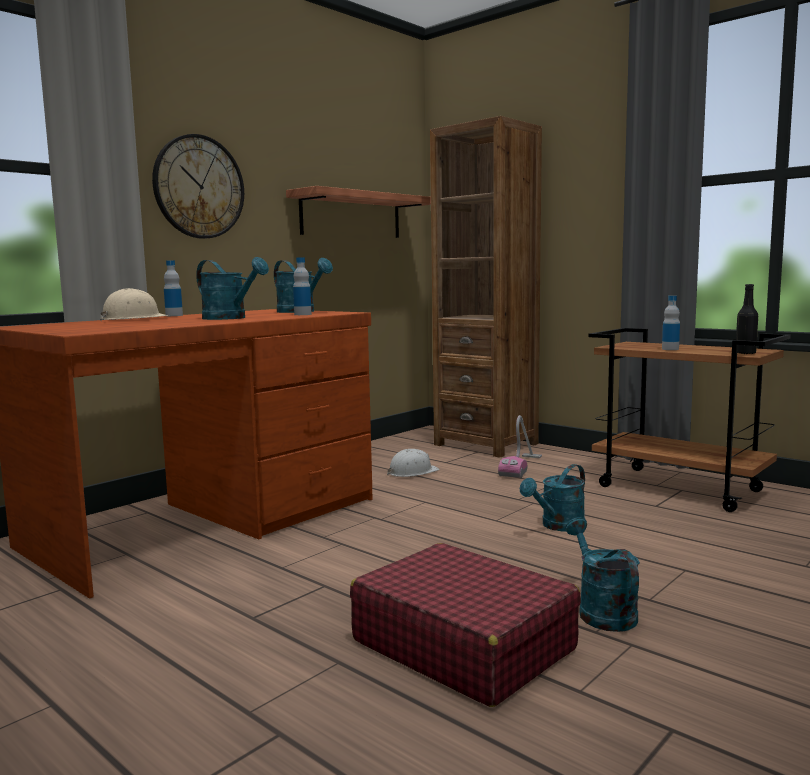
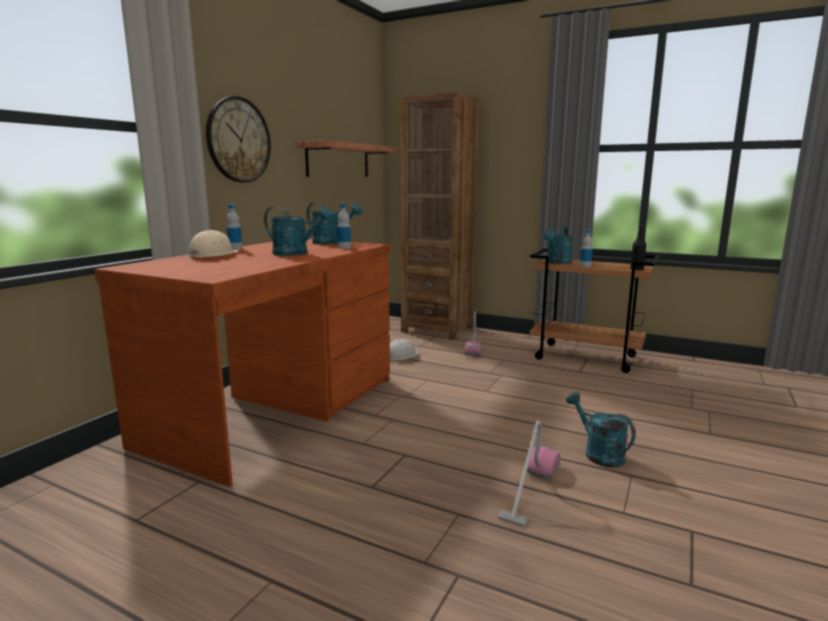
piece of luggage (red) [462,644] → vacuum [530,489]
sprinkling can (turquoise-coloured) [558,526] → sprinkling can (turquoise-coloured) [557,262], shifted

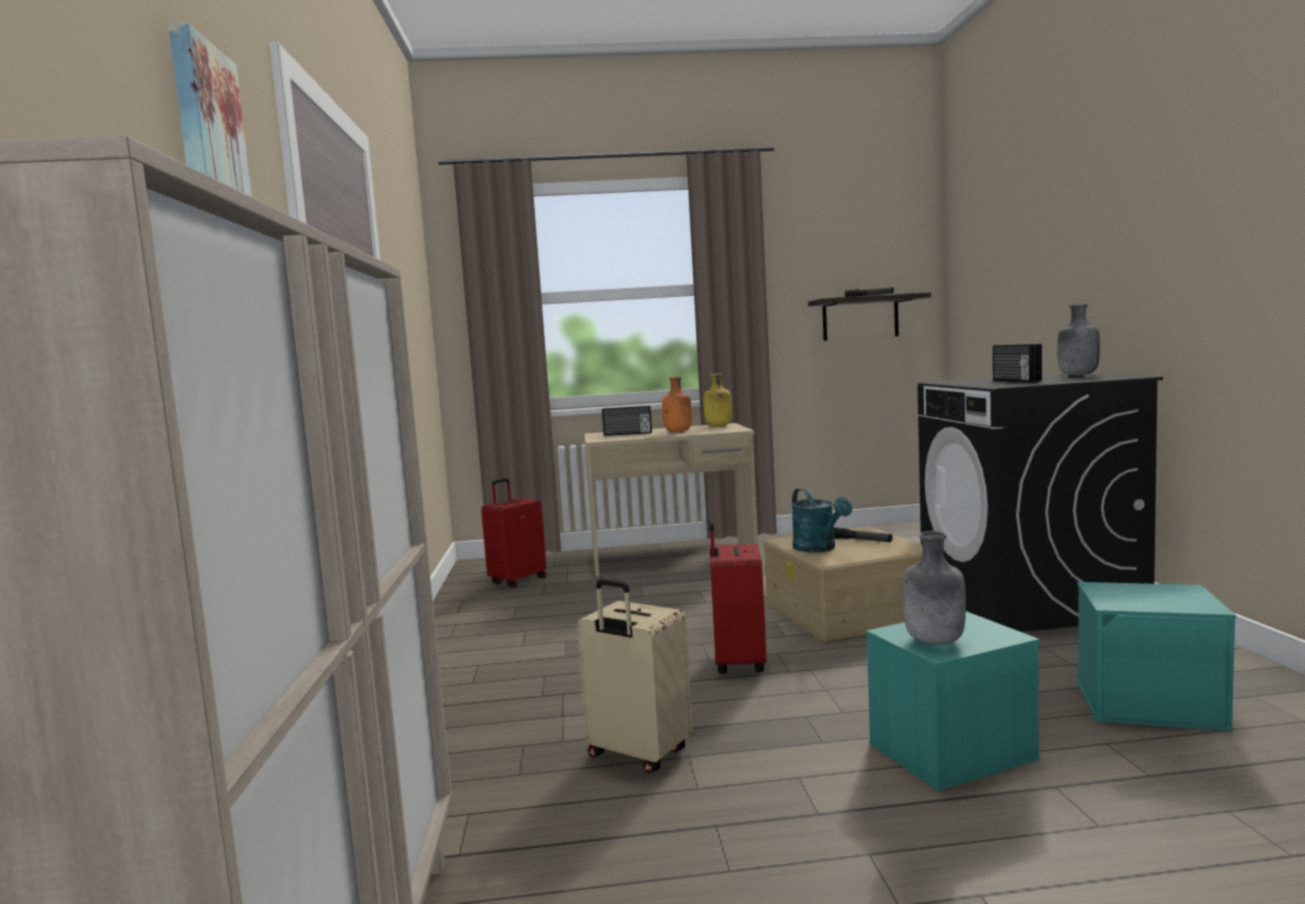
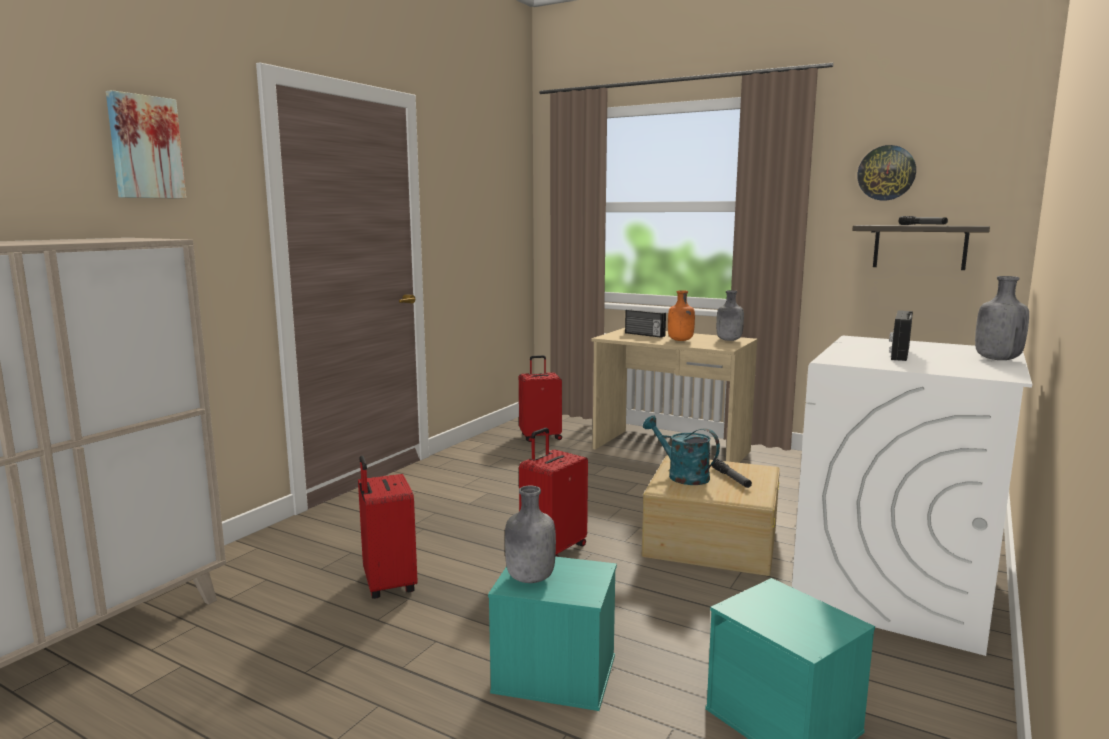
piece of luggage (sand-coloured) [637,755] → piece of luggage (red) [387,584]
sprinkling can (turquoise-coloured) [819,549] → sprinkling can (turquoise-coloured) [681,475], 120 degrees clockwise
drink bottle (yellow-coloured) [718,426] → drink bottle (greyish) [728,340]
laundry machine (black) [1028,600] → laundry machine (white) [892,589]
- → wall clock [886,173]

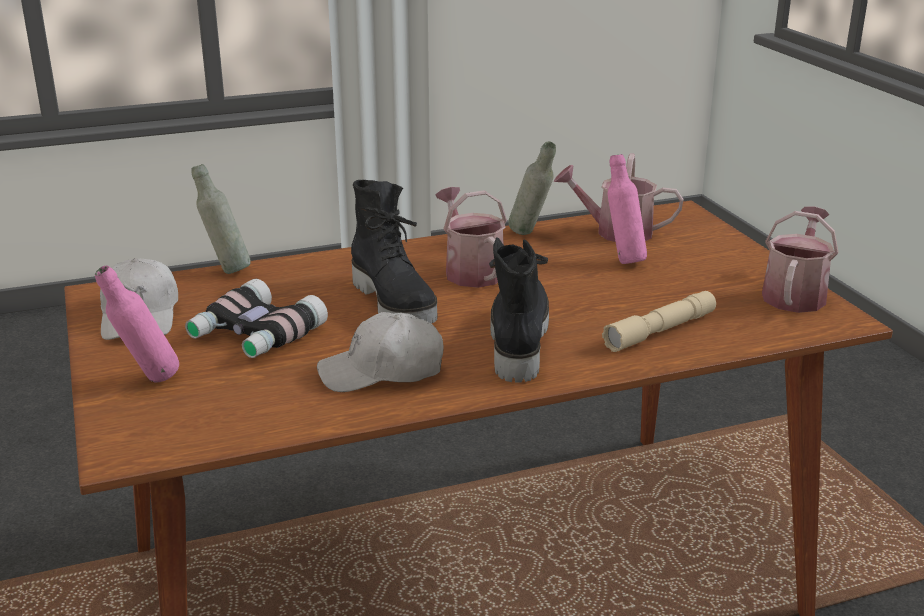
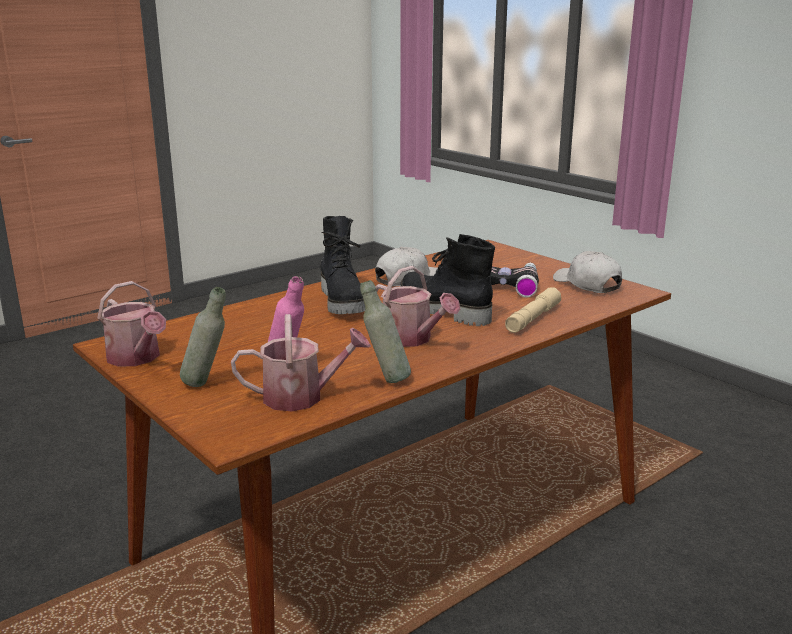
sprinkling can [795,294] → sprinkling can [136,358], 45 degrees counterclockwise
drink bottle (greyish) [226,270] → drink bottle (greyish) [207,385], shifted
flashlight (sand-coloured) [660,331] → flashlight (sand-coloured) [533,318], shifted
drink bottle (pink) [147,382] → -

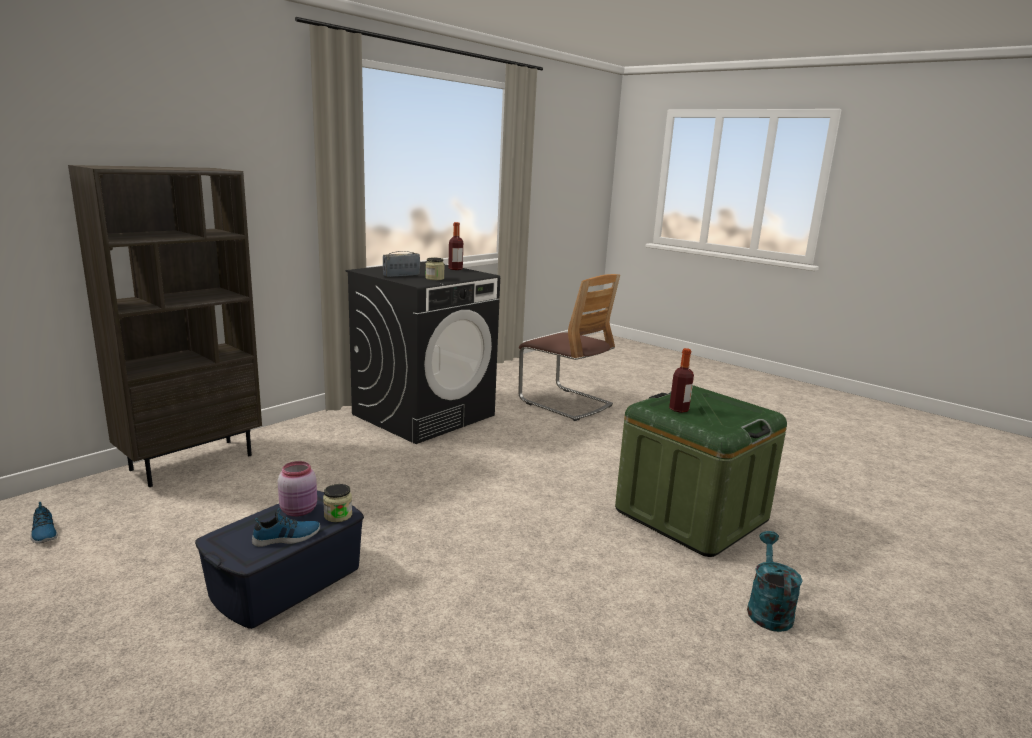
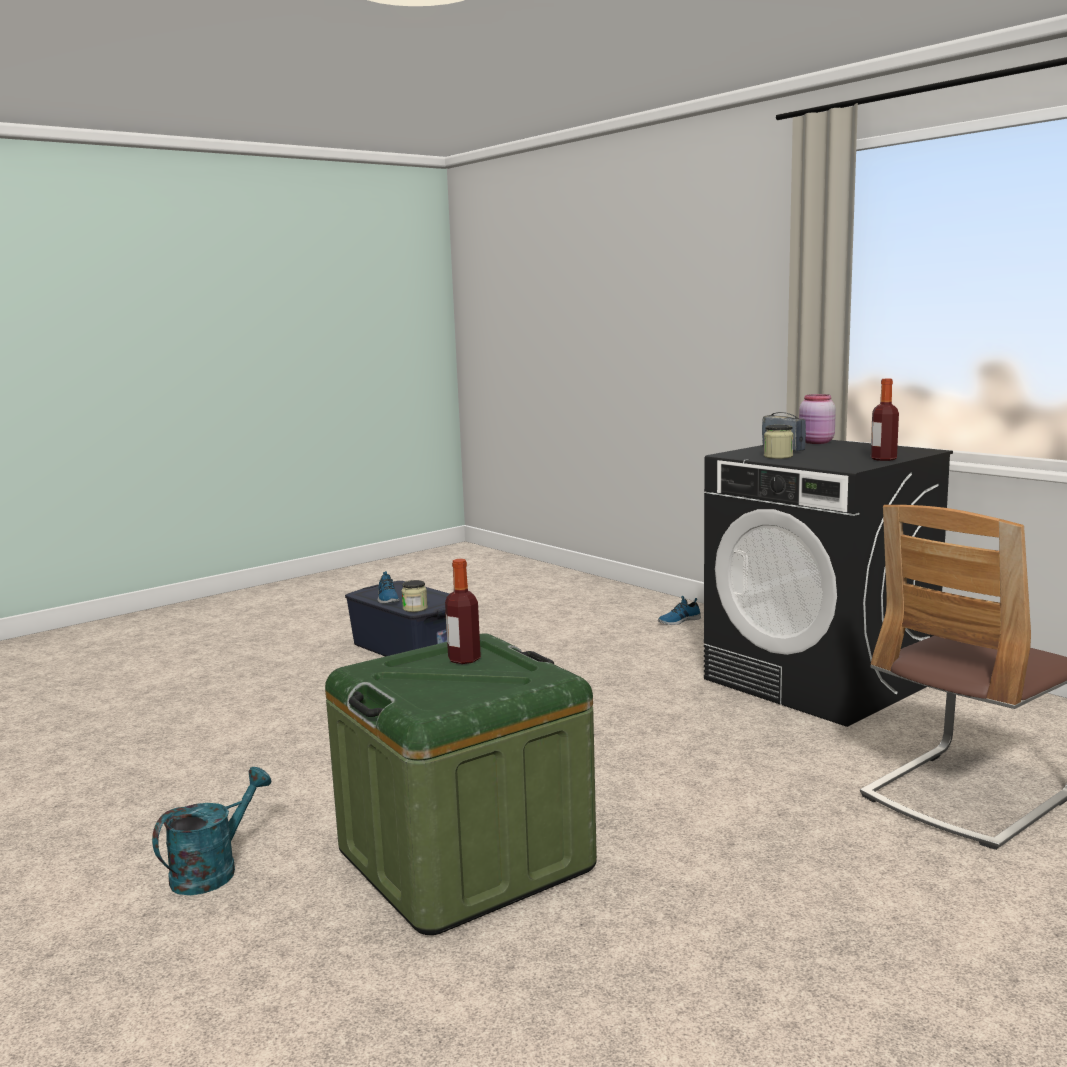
sprinkling can (turquoise-coloured) [768,609] → sprinkling can (turquoise-coloured) [213,870], 75 degrees counterclockwise
item of footwear [43,533] → item of footwear [678,621], shifted
jar (pink) [300,510] → jar (pink) [816,442], shifted
bookshelf (brownish) [192,461] → -

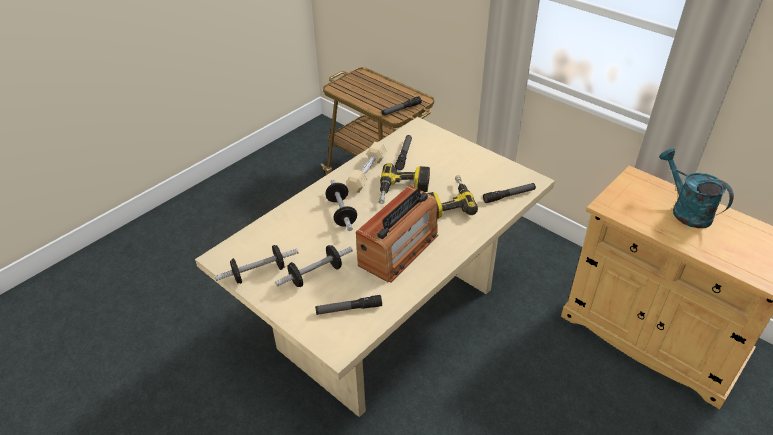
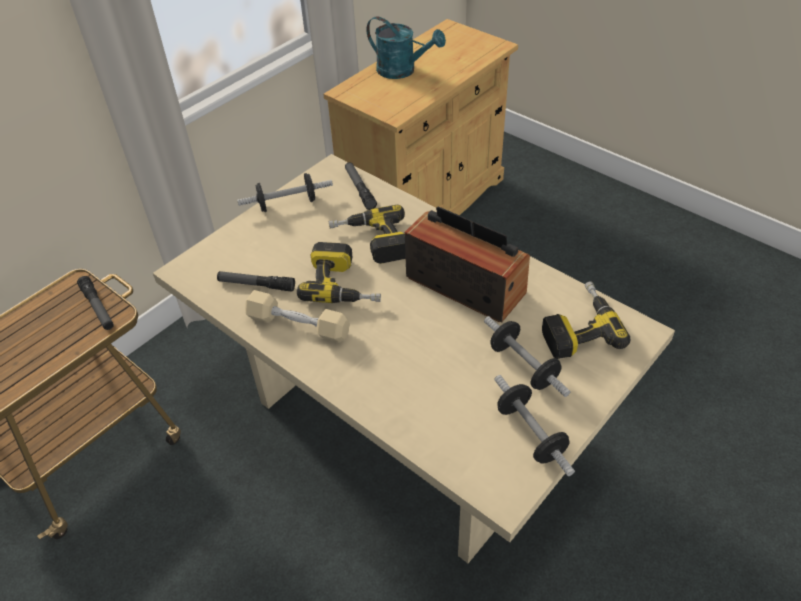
dumbbell [341,213] → dumbbell [287,204], shifted
sprinkling can (turquoise-coloured) [685,210] → sprinkling can (turquoise-coloured) [402,71], 120 degrees counterclockwise
flashlight [349,309] → electric drill [577,327]

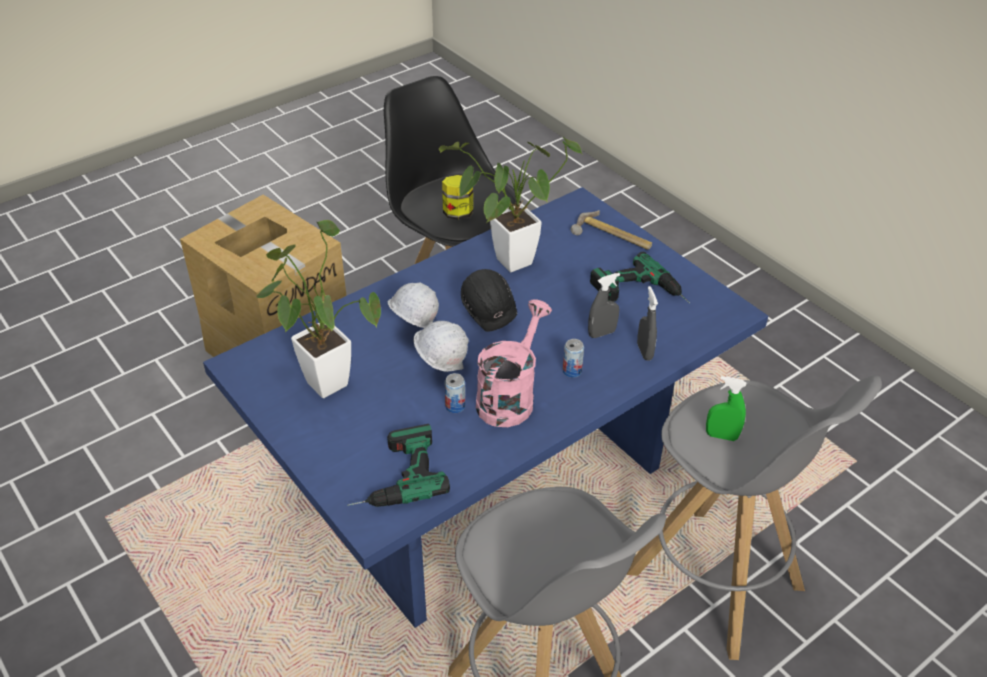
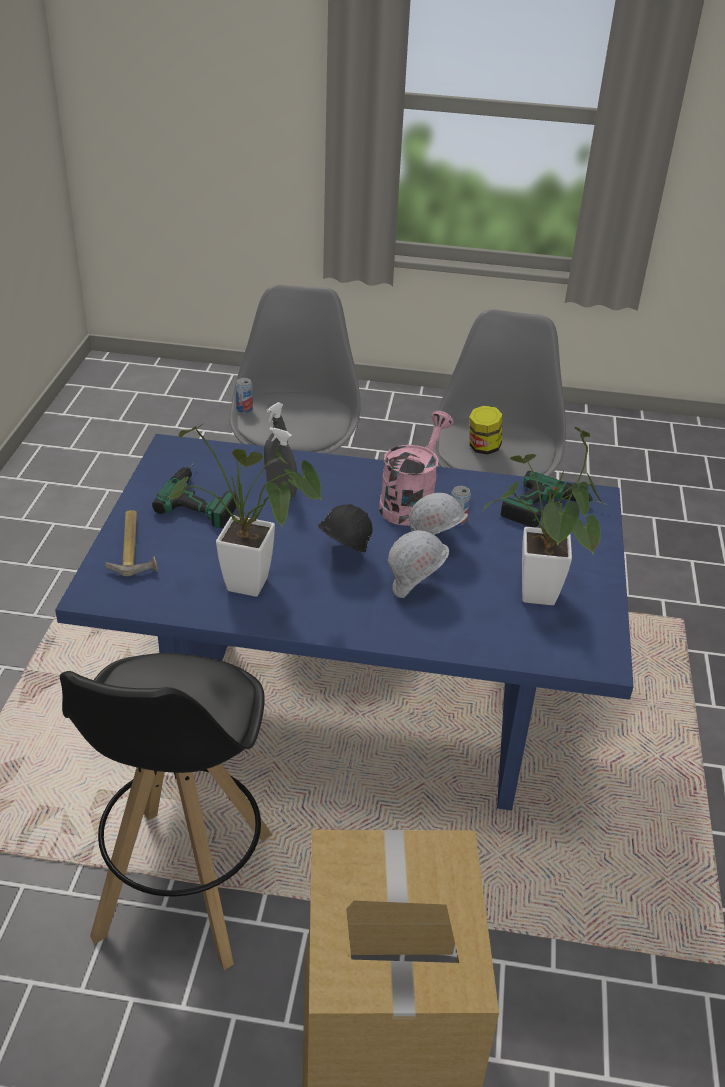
metal can [572,371] → metal can [244,409], shifted
sprinkling can (pink) [509,396] → sprinkling can (pink) [411,502], 135 degrees clockwise
jar [458,213] → jar [483,448], shifted
spray bottle (green) [721,436] → -

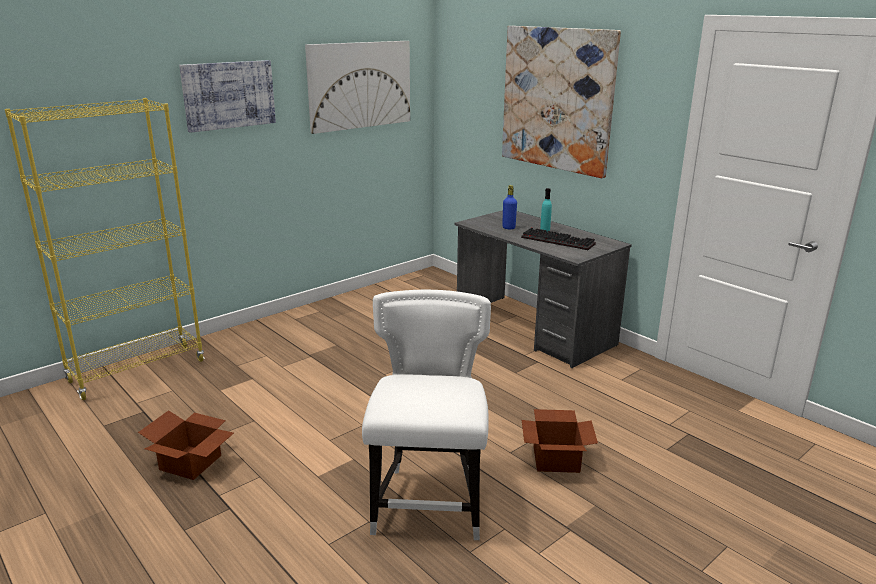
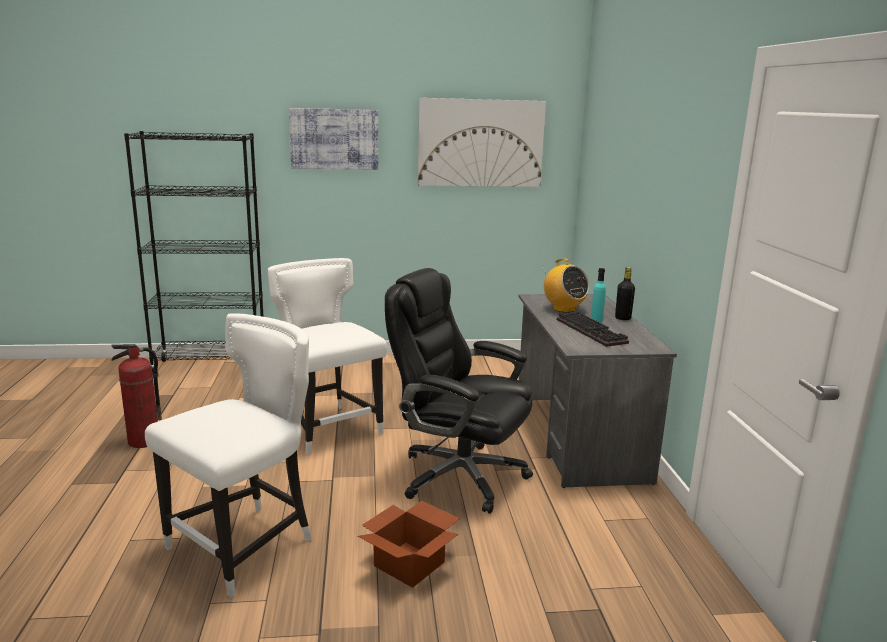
cardboard box [191,463] → fire-fighting cylinder [144,441]
bookshelf (yellow-coloured) [137,371] → bookshelf (black) [211,367]
- → upright chair (white) [329,427]
- → desk chair (black) [459,475]
drink bottle (bluish) [508,228] → radio set [563,309]
- → drink bottle (black) [622,318]
wall art [557,99] → -

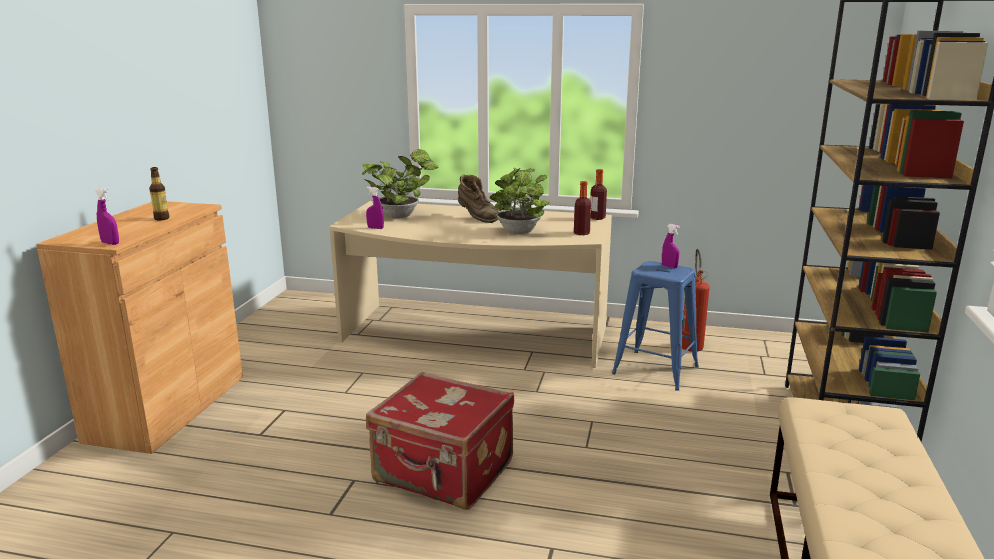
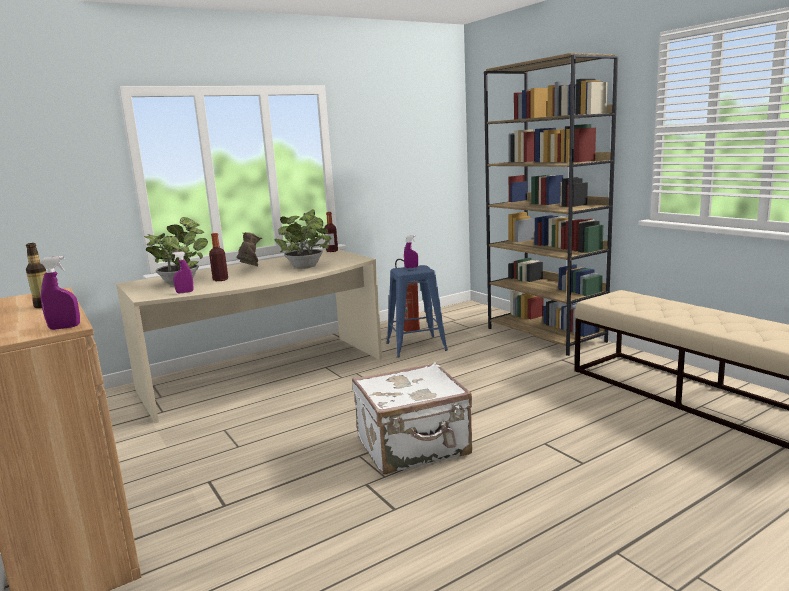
drink bottle [581,233] → drink bottle [220,280], shifted
high-top boot (brownish) [477,218] → high-top boot (brownish) [250,269], 90 degrees counterclockwise
piece of luggage (red) [443,473] → piece of luggage (white) [414,447]

